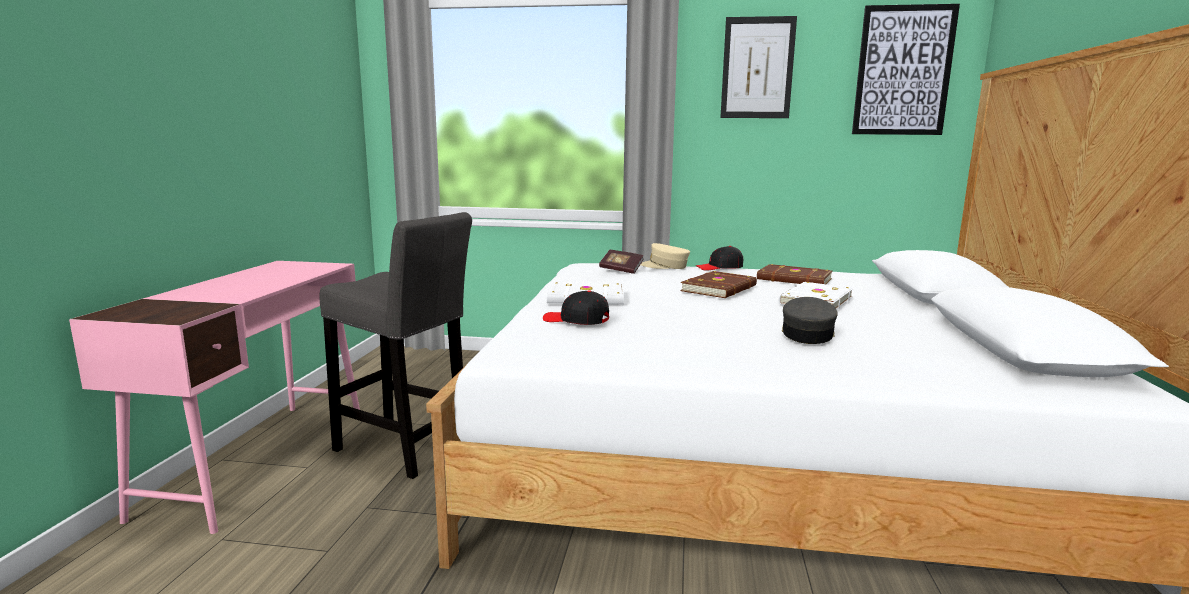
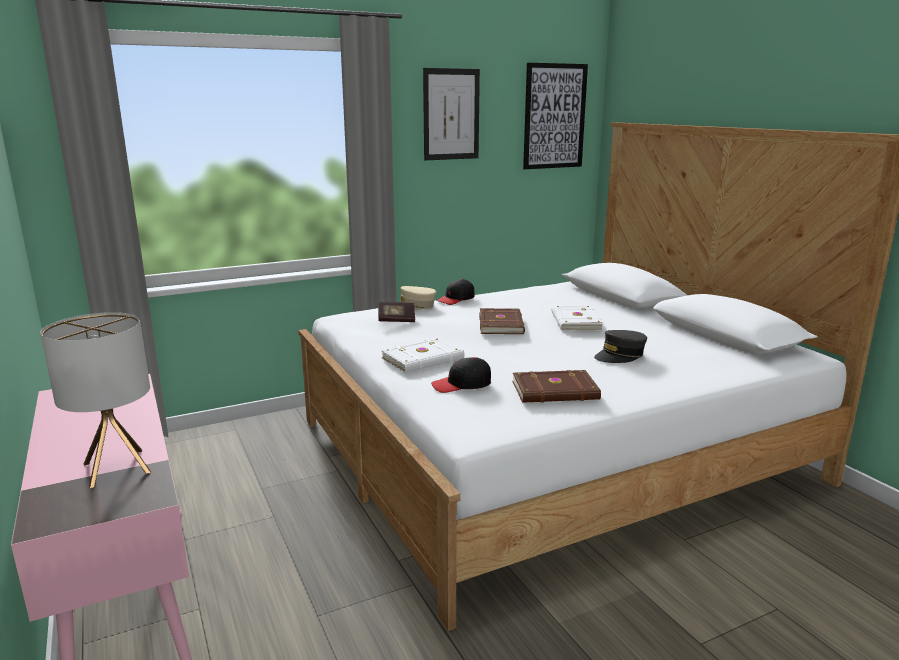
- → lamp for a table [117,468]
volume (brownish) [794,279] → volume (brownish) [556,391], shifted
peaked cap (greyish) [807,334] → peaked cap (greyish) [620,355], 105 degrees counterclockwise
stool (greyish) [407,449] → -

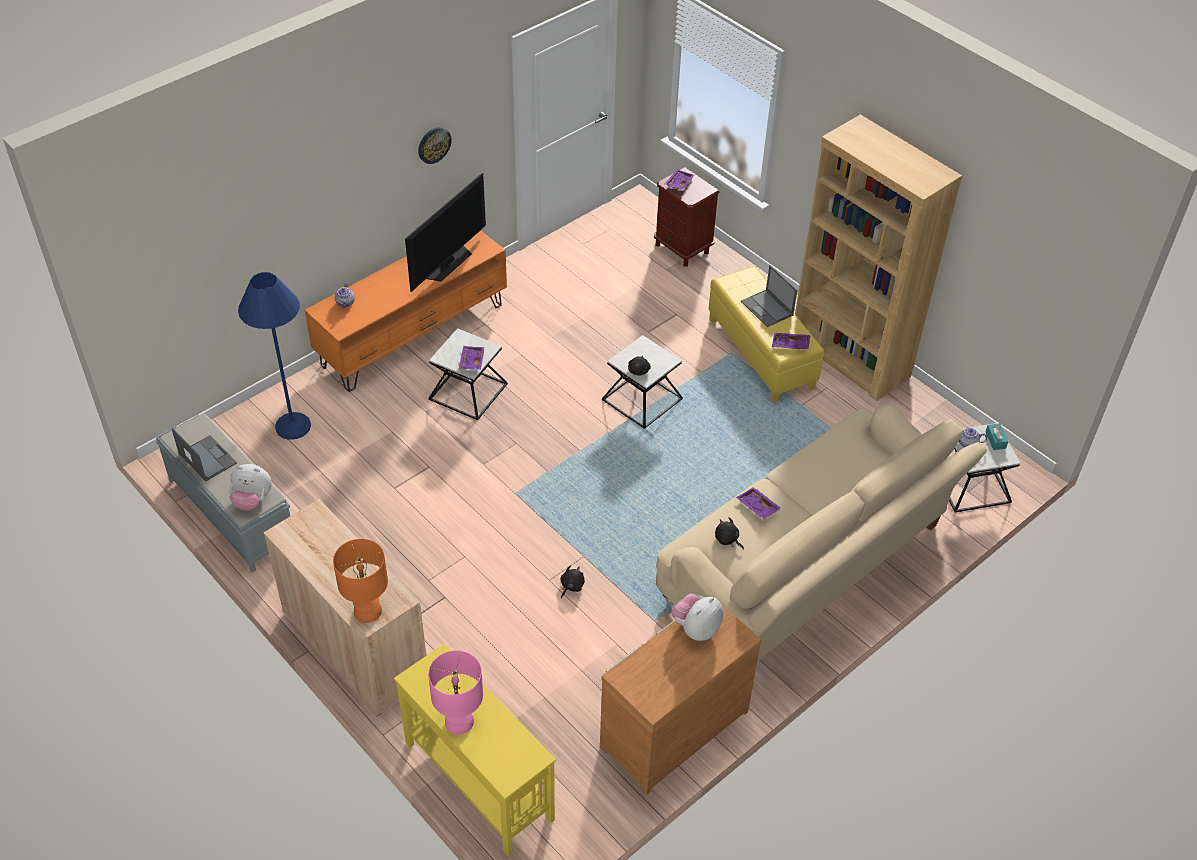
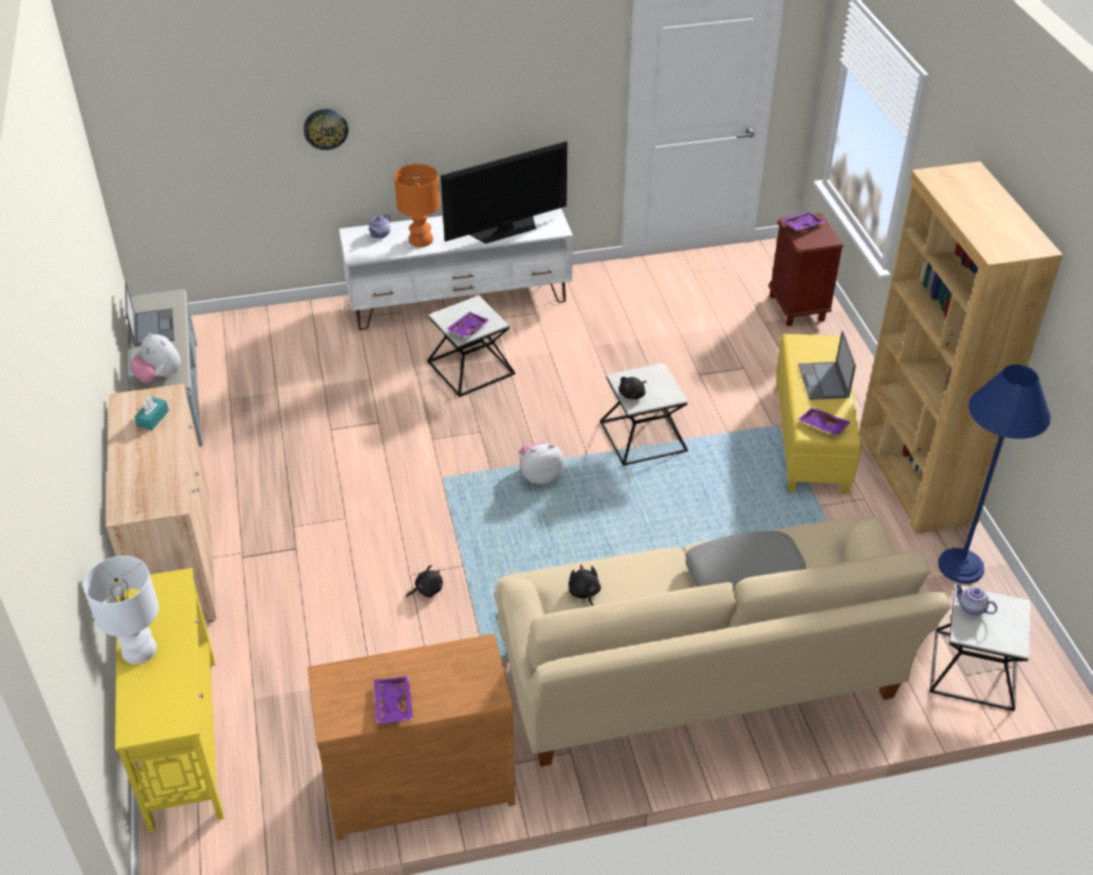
lamp for a table (pink) [460,721] → lamp for a table (white) [140,650]
tissue box (turquoise-coloured) [995,440] → tissue box (turquoise-coloured) [153,418], shifted
wall clock [434,145] → wall clock [325,128], shifted
tv unit (orange) [413,334] → tv unit (white) [460,300]
serving tray (purplish) [757,507] → serving tray (purplish) [392,705], shifted
lamp for a table (orange) [367,611] → lamp for a table (orange) [420,239], shifted
soft toy [696,628] → soft toy [540,476], shifted
- → pillow (greyish) [743,573]
floor lamp (bluish) [293,426] → floor lamp (bluish) [960,566], shifted

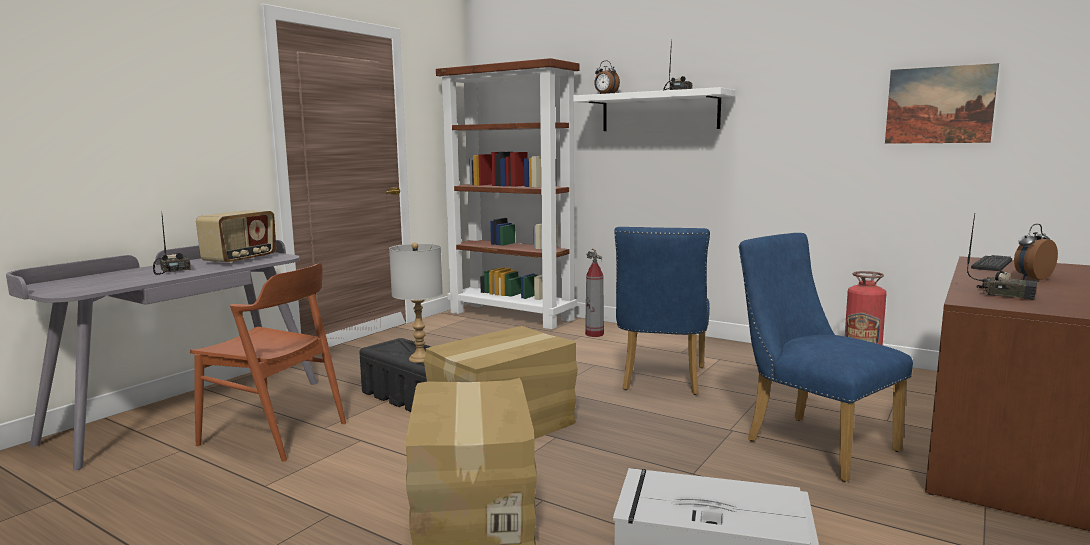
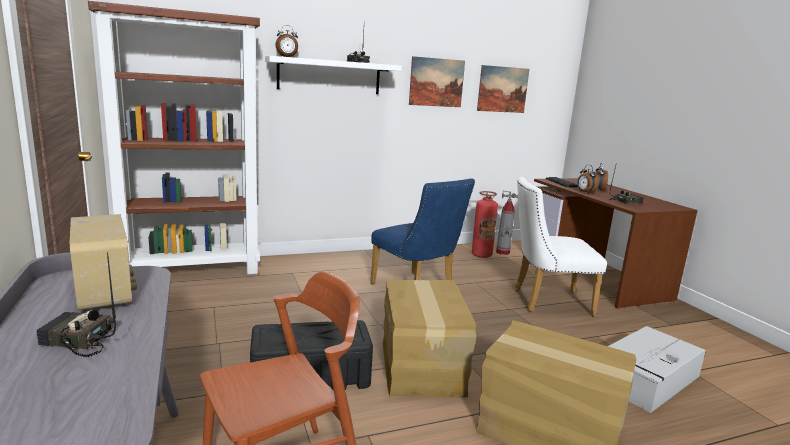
- → wall art [436,82]
fire-fighting cylinder [594,334] → fire-fighting cylinder [503,252], shifted
upright chair (bluish) [811,443] → upright chair (white) [545,301]
- → table clock [585,192]
lamp for a table (greyish) [419,359] → -

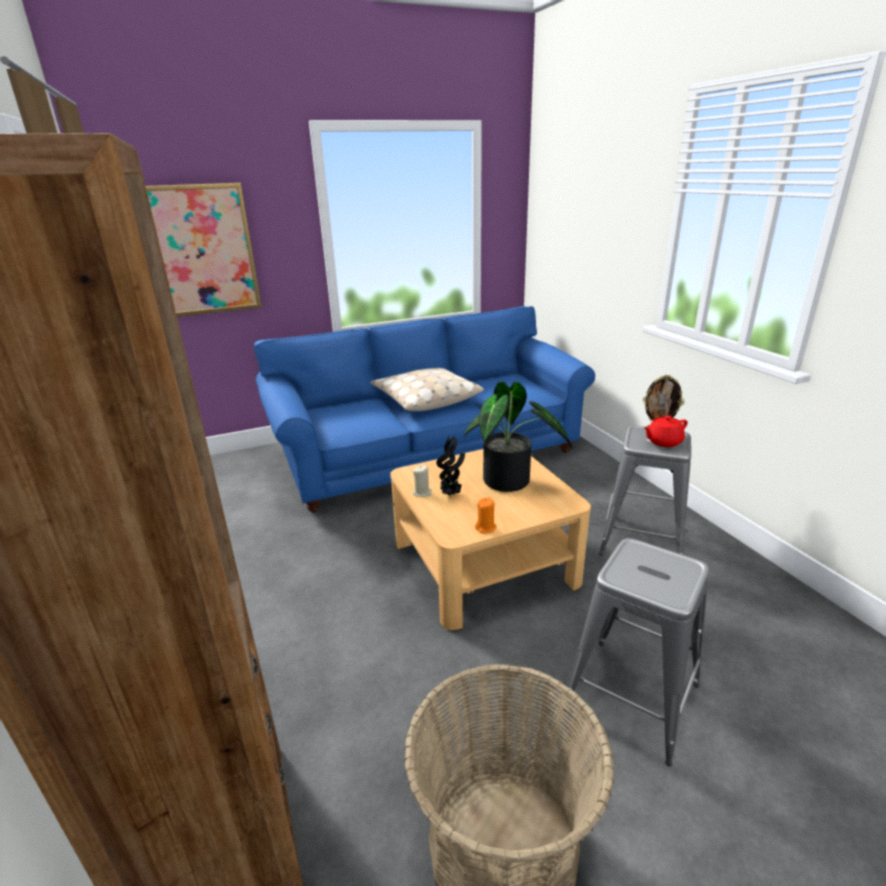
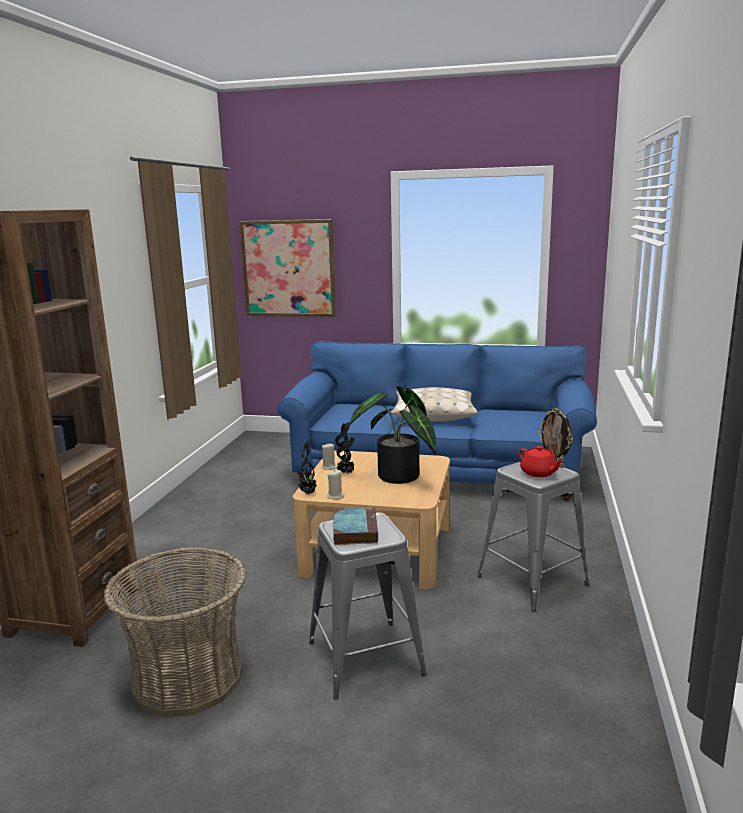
- → plant in a pot [309,493]
candle (orange) [486,528] → candle (sand-coloured) [335,496]
- → volume [354,530]
teapot (red) [663,442] → teapot (red) [538,473], 135 degrees counterclockwise

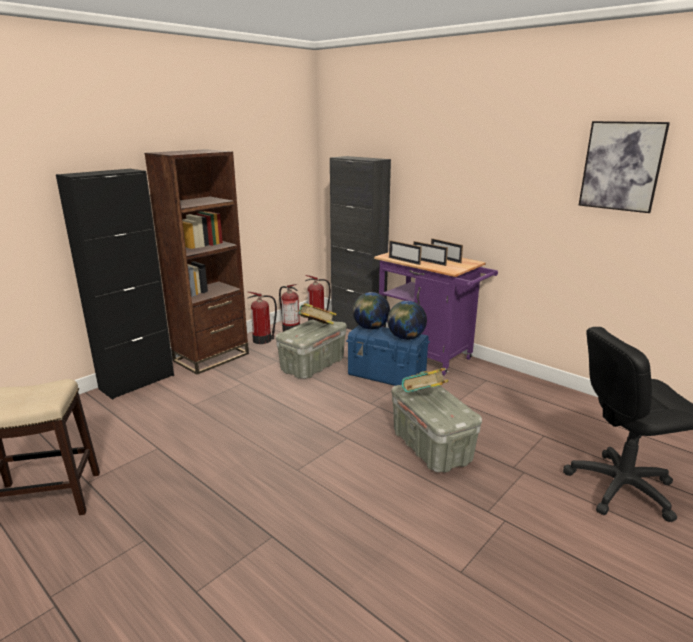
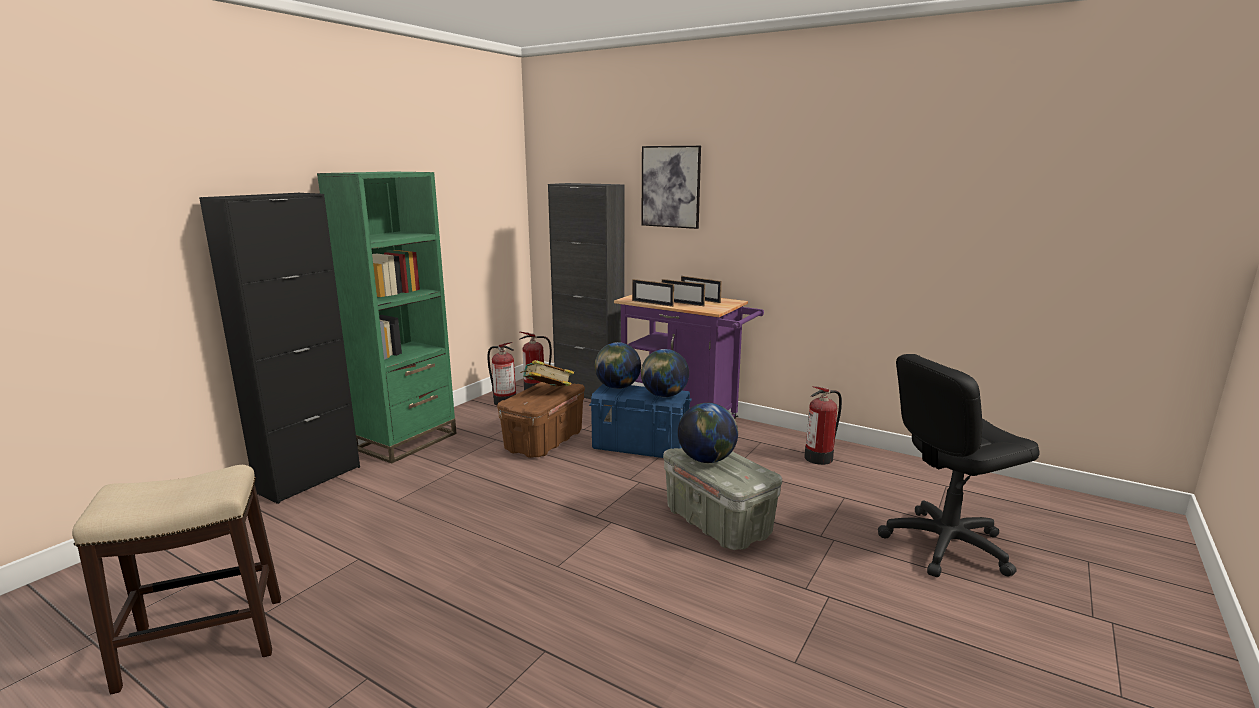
bookshelf (brownish) [211,357] → bookshelf (green) [406,441]
storage box (greyish) [313,365] → storage box (brownish) [544,441]
wall art [621,166] → wall art [671,187], shifted
volume [424,397] → globe [707,459]
fire-fighting cylinder [263,340] → fire-fighting cylinder [820,458], shifted

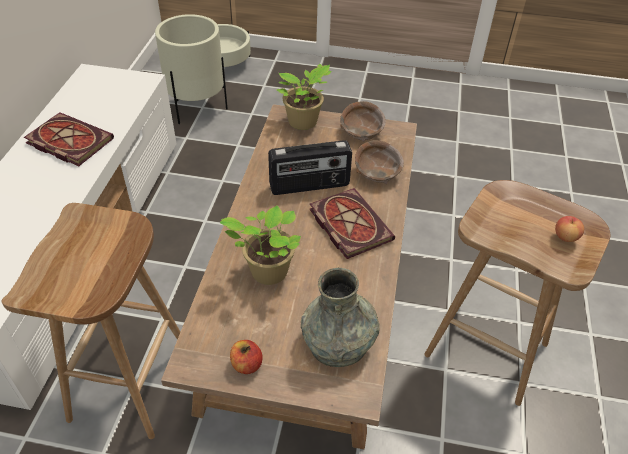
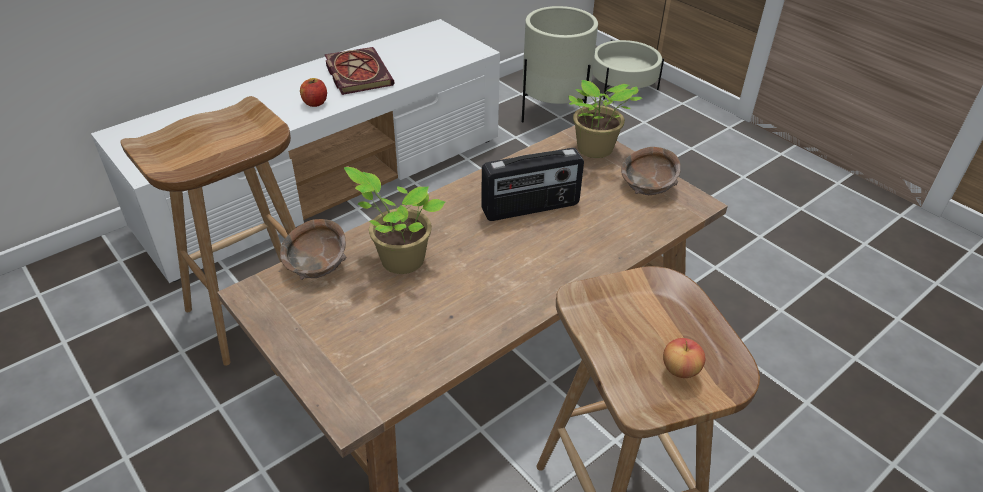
deep dish (brownish) [376,173] → deep dish (brownish) [317,264], shifted
apple fruit [246,364] → apple fruit [315,103], shifted
radio set [309,186] → radio set [530,208], 45 degrees counterclockwise
decorative vase (greyish) [338,341] → -
volume [348,224] → -

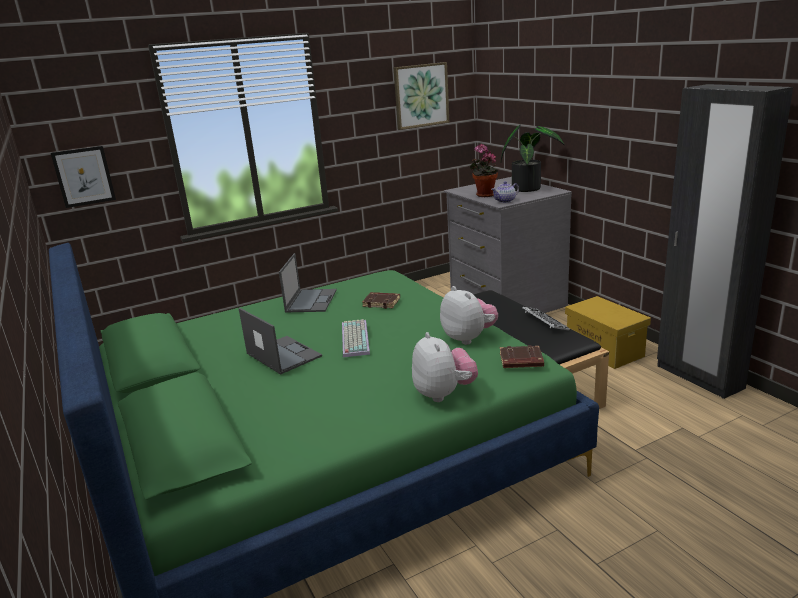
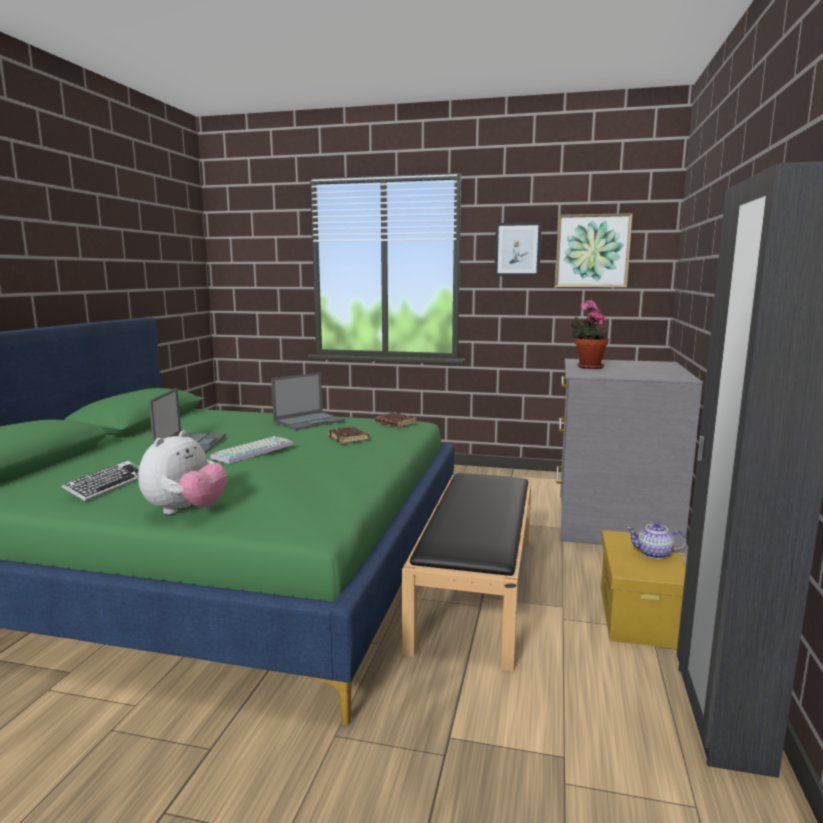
PC keyboard [544,322] → PC keyboard [108,486], shifted
volume (brownish) [520,361] → volume (brownish) [395,423], shifted
wall art [84,176] → wall art [517,249], shifted
teapot [505,201] → teapot [654,554], shifted
soft toy [469,338] → -
plant in a pot [528,188] → -

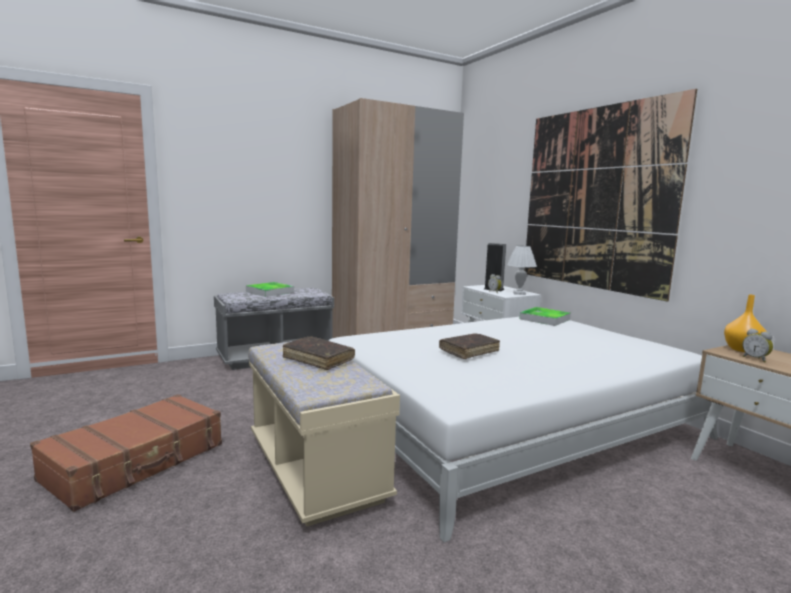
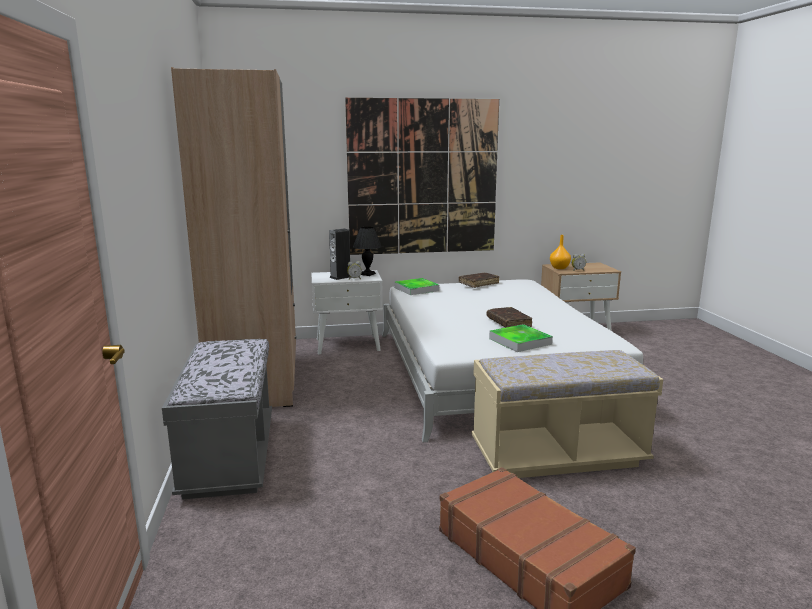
lamp for a table (white) [519,293] → lamp for a table (black) [367,274]
volume (brownish) [318,359] → volume (brownish) [478,283], shifted
serving tray [270,292] → serving tray [520,341], shifted

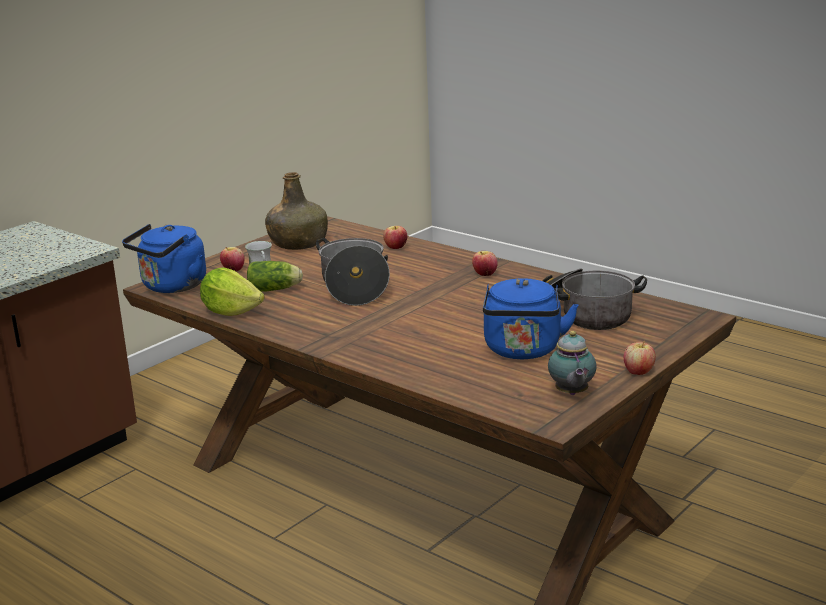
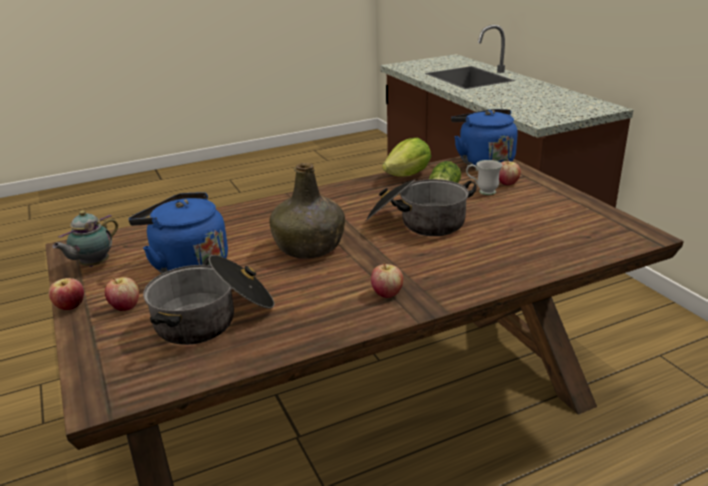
teapot [571,393] → teapot [93,265], 75 degrees counterclockwise
apple fruit [395,248] → apple fruit [125,307], shifted
drink bottle (green) [298,243] → drink bottle (green) [310,247], shifted

